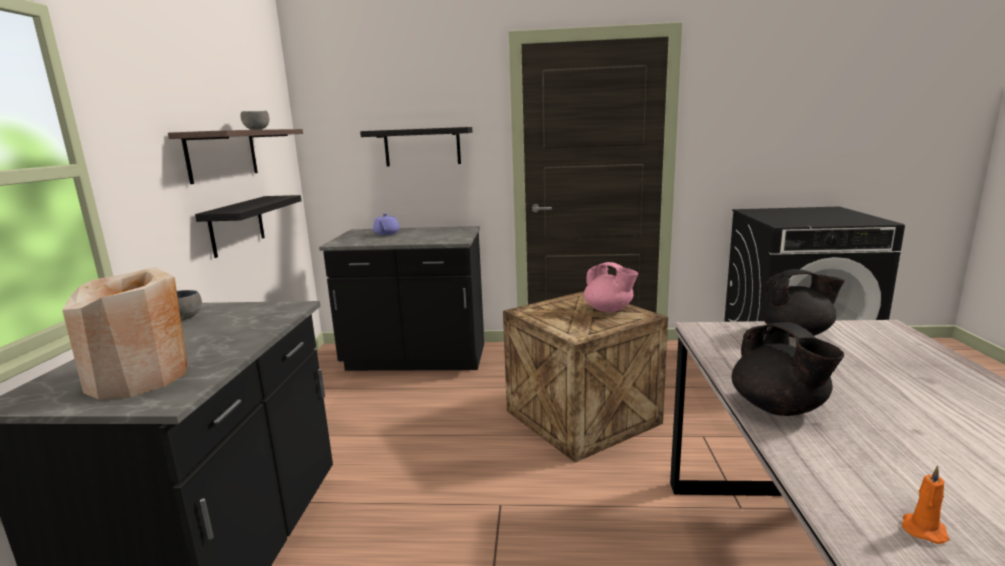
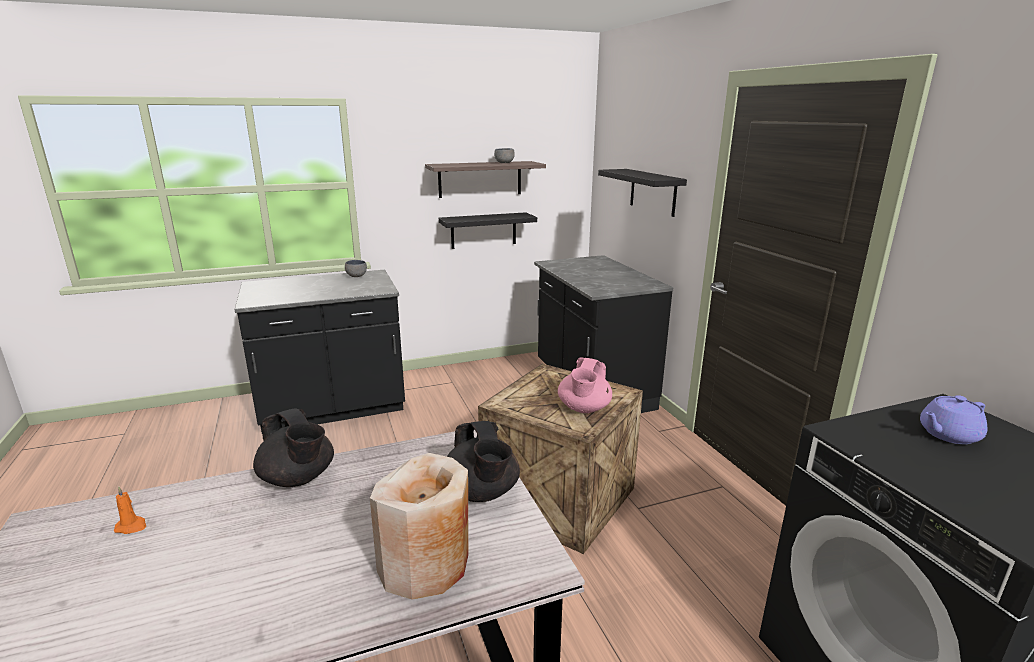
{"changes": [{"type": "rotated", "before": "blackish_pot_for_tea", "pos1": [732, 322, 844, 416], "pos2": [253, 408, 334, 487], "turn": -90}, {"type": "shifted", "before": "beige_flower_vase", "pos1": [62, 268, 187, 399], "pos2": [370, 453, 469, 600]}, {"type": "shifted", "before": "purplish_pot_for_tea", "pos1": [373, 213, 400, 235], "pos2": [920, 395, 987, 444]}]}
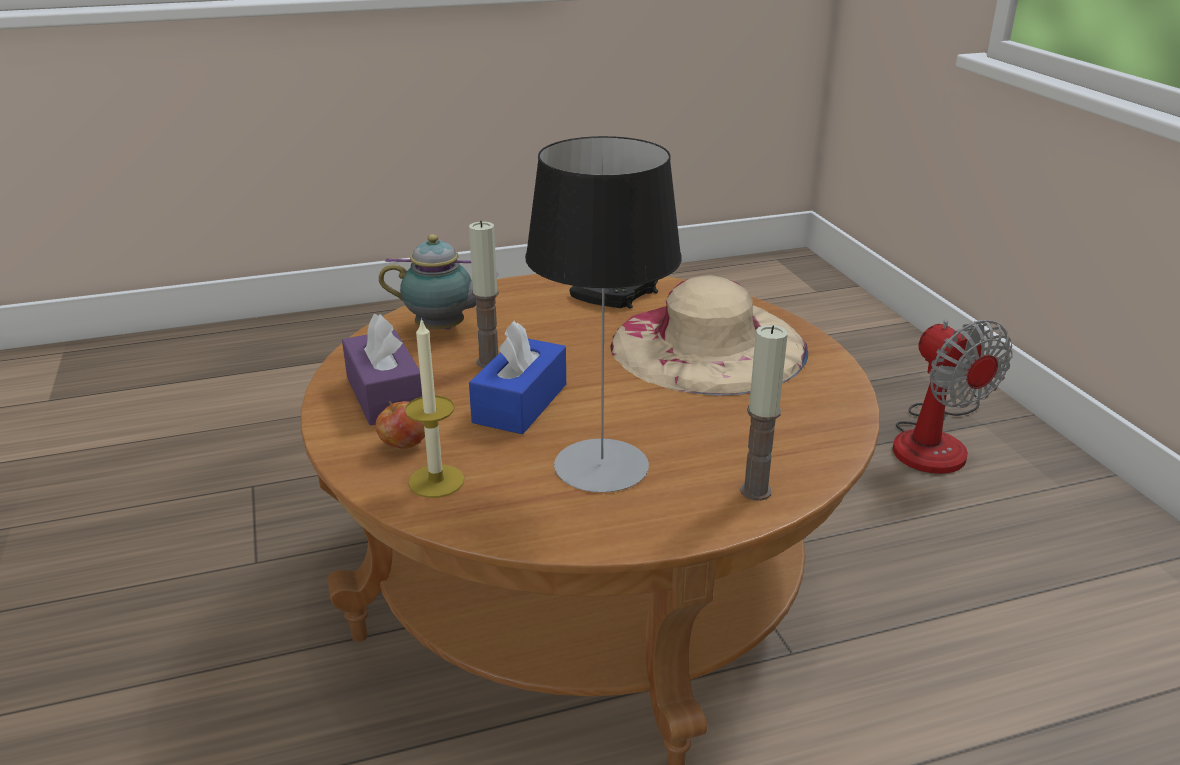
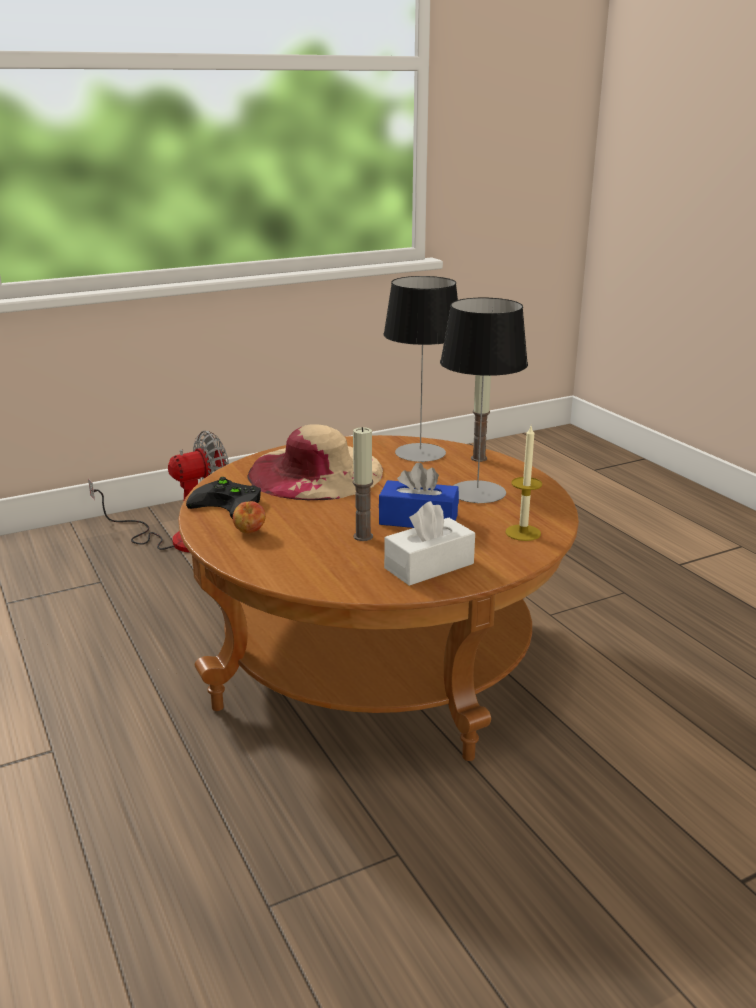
{"changes": [{"type": "shifted", "before": "whole_apple", "pos1": [376, 401, 425, 449], "pos2": [233, 501, 266, 534]}, {"type": "new", "after": "lamp_for_a_table", "pos2": [383, 276, 458, 462]}, {"type": "repainted", "before": "purplish_tissue_holder", "after": "whitish_tissue_holder", "pos1": [342, 314, 422, 426], "pos2": [384, 501, 475, 586]}, {"type": "gone", "before": "pot_for_tea", "pos1": [379, 234, 499, 330]}]}
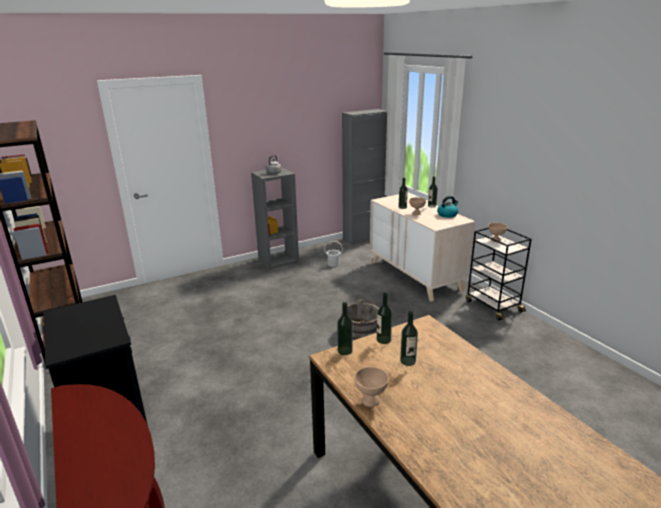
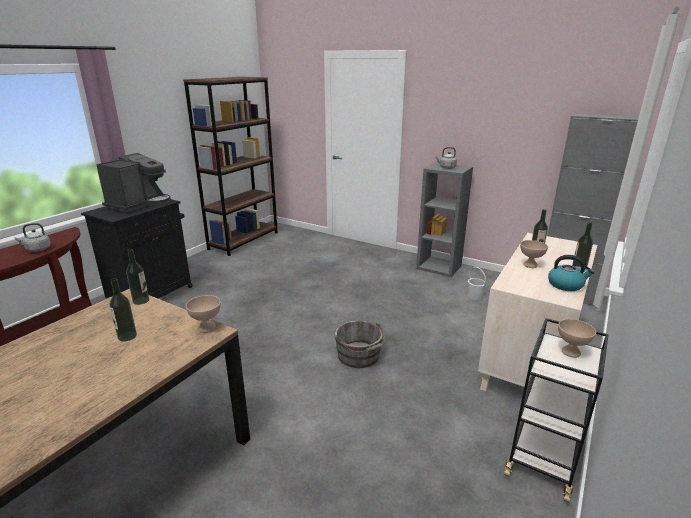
{"changes": [{"type": "new", "after": "grey_kettle", "pos2": [14, 223, 51, 252]}, {"type": "new", "after": "coffee_brewer", "pos2": [96, 153, 171, 212]}, {"type": "shifted", "before": "beige_serving_bowl", "pos1": [354, 367, 389, 407], "pos2": [186, 295, 221, 333]}, {"type": "gone", "before": "bottle", "pos1": [377, 292, 392, 344]}]}
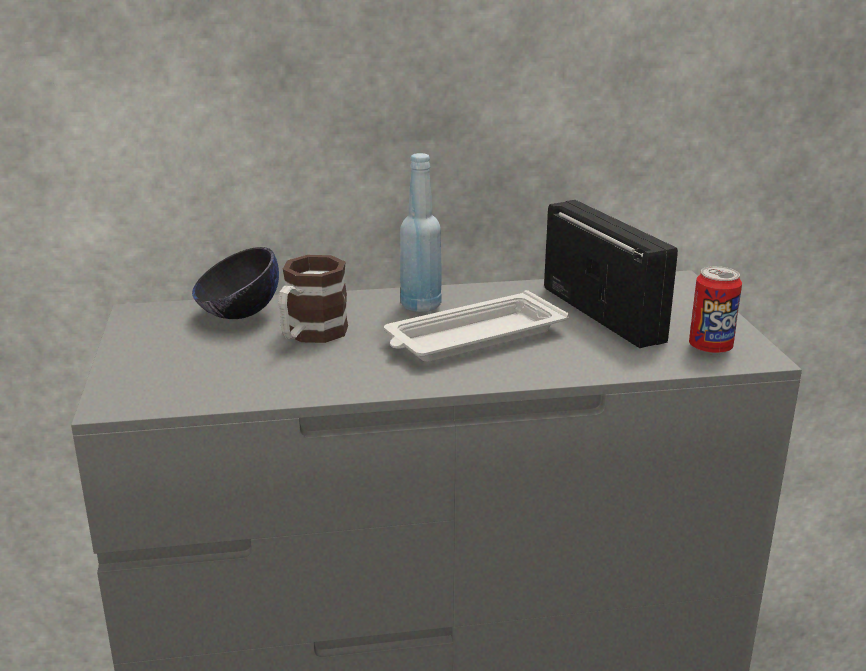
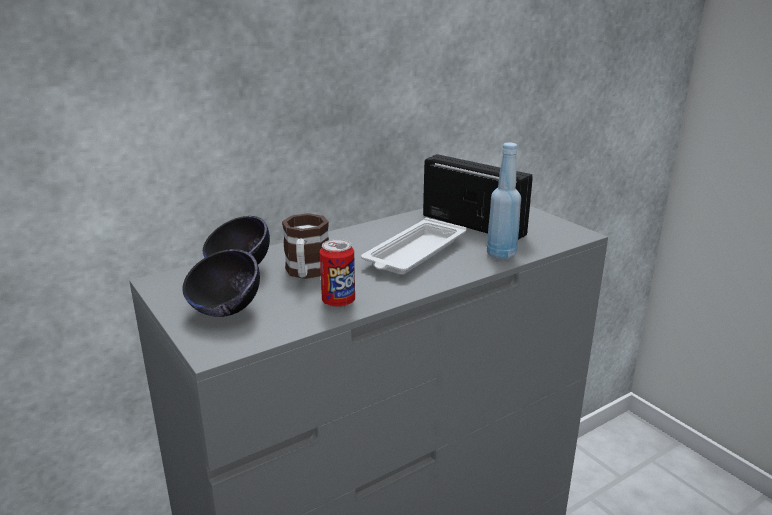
{"changes": [{"type": "new", "after": "blackish_serving_bowl", "pos2": [183, 249, 260, 317]}, {"type": "shifted", "before": "can", "pos1": [689, 266, 742, 355], "pos2": [320, 239, 355, 308]}, {"type": "shifted", "before": "blue-coloured_bottle", "pos1": [400, 153, 442, 312], "pos2": [487, 143, 521, 259]}]}
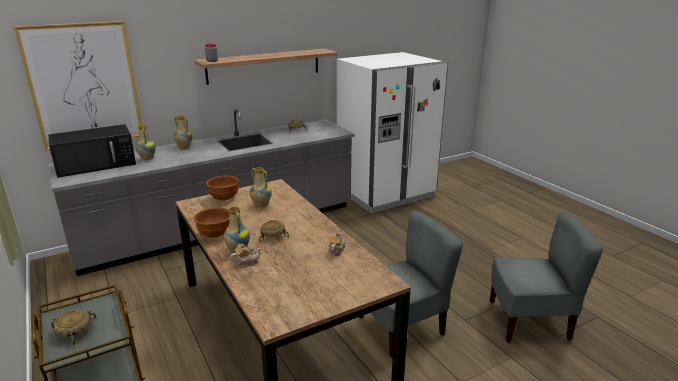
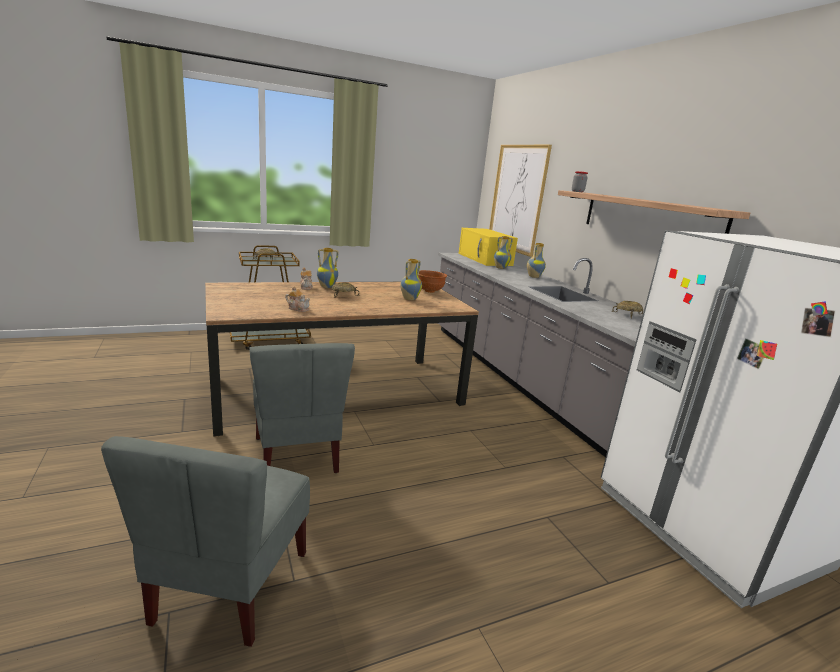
{"changes": [{"type": "repainted", "before": "blackish_kitchen_microwave", "after": "yellowish_kitchen_microwave", "pos1": [48, 124, 136, 178], "pos2": [459, 228, 518, 266]}, {"type": "gone", "before": "brown-coloured_serving_bowl", "pos1": [194, 207, 229, 238]}]}
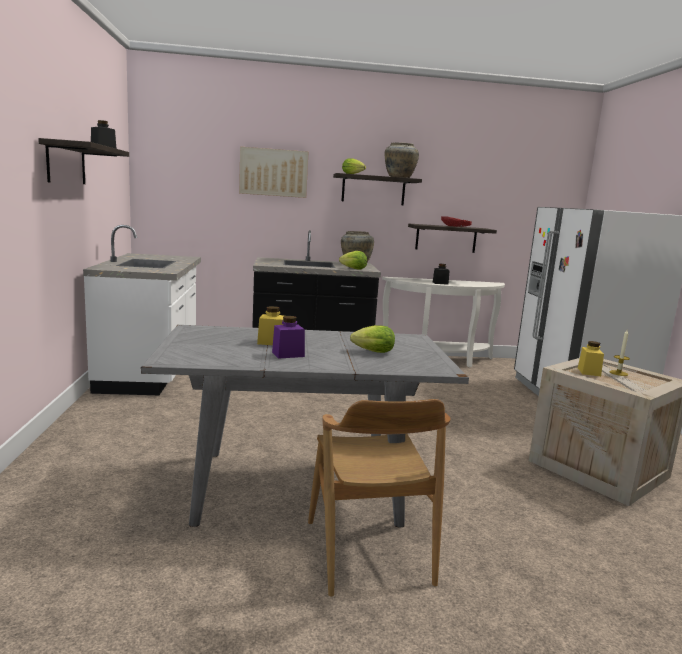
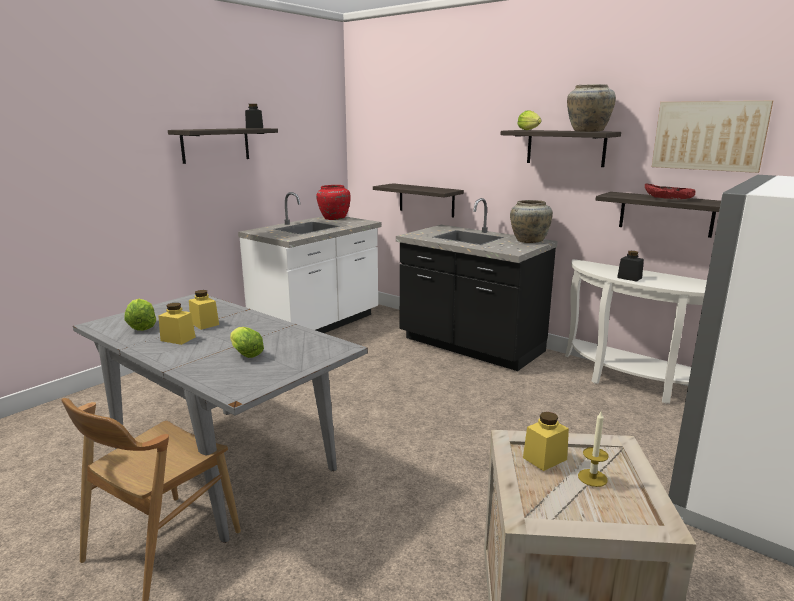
{"changes": [{"type": "shifted", "before": "lettuce_head", "pos1": [339, 251, 367, 270], "pos2": [124, 299, 156, 331]}, {"type": "repainted", "before": "purplish_jar", "after": "yellowish_jar", "pos1": [272, 316, 305, 359], "pos2": [158, 303, 195, 345]}, {"type": "new", "after": "red_flower_vase", "pos2": [316, 185, 351, 220]}, {"type": "new", "after": "wall_shelf", "pos2": [373, 183, 464, 218]}, {"type": "shifted", "before": "wall_picture", "pos1": [239, 147, 308, 198], "pos2": [652, 101, 773, 173]}]}
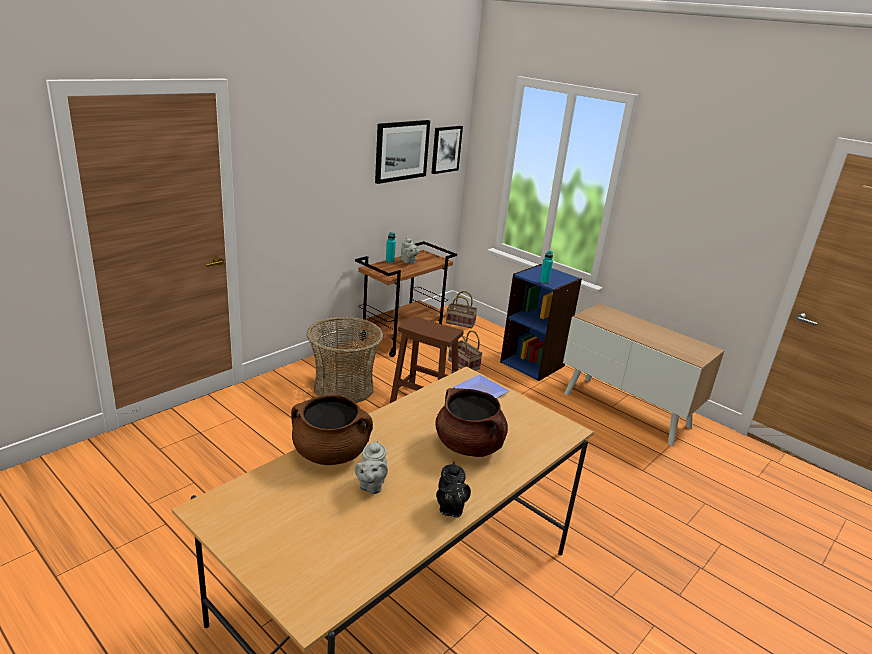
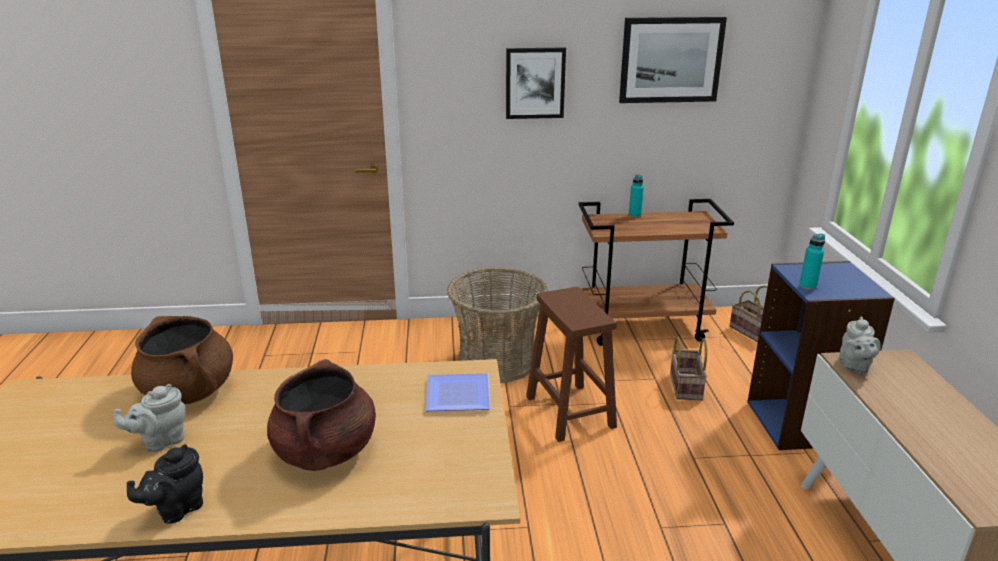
{"changes": [{"type": "shifted", "before": "wall_picture", "pos1": [431, 126, 463, 174], "pos2": [506, 47, 566, 119]}, {"type": "shifted", "before": "grey_pot_for_tea", "pos1": [401, 238, 419, 264], "pos2": [839, 317, 880, 374]}]}
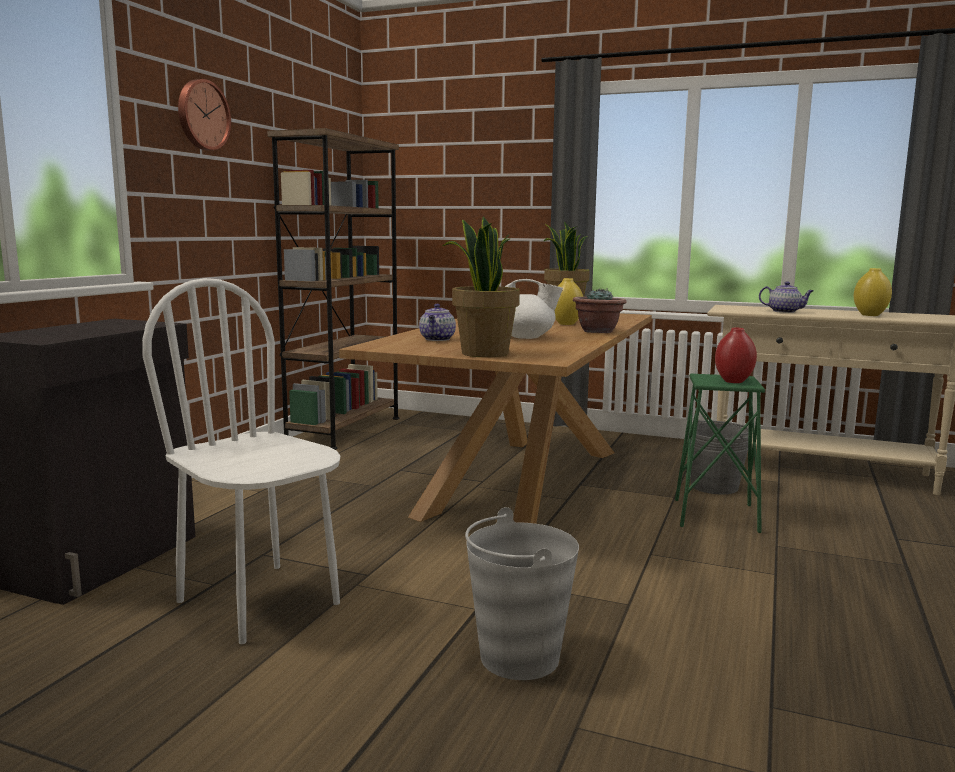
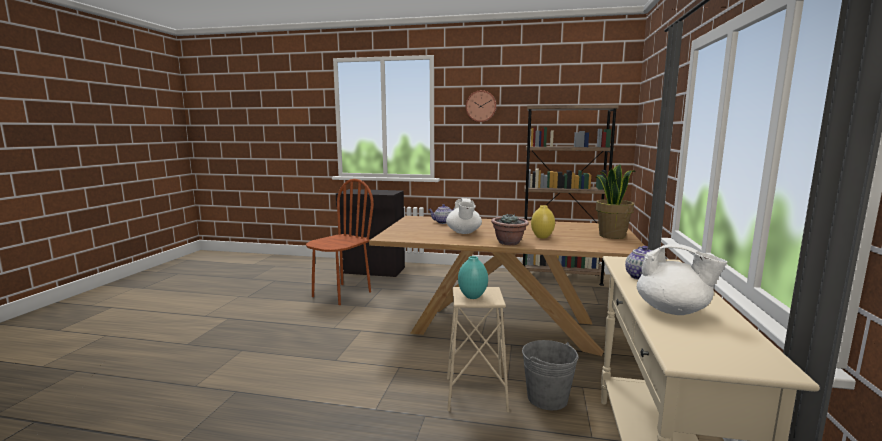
{"changes": [{"type": "repainted", "before": "whitish_plain_chair", "after": "brown-coloured_plain_chair", "pos1": [142, 278, 341, 644], "pos2": [306, 179, 374, 305]}, {"type": "repainted", "before": "green_sitting_stool", "after": "beige_sitting_stool", "pos1": [675, 374, 765, 533], "pos2": [447, 287, 509, 412]}, {"type": "repainted", "before": "red_flower_vase", "after": "blue-green_flower_vase", "pos1": [715, 328, 757, 383], "pos2": [458, 256, 488, 299]}, {"type": "swapped", "before": "yellowish_flower_vase", "after": "whitish_pot_for_tea", "pos1": [854, 268, 892, 316], "pos2": [637, 244, 727, 315]}, {"type": "gone", "before": "potted_plant", "pos1": [443, 216, 520, 357]}, {"type": "gone", "before": "grey_bucket", "pos1": [465, 507, 579, 680]}]}
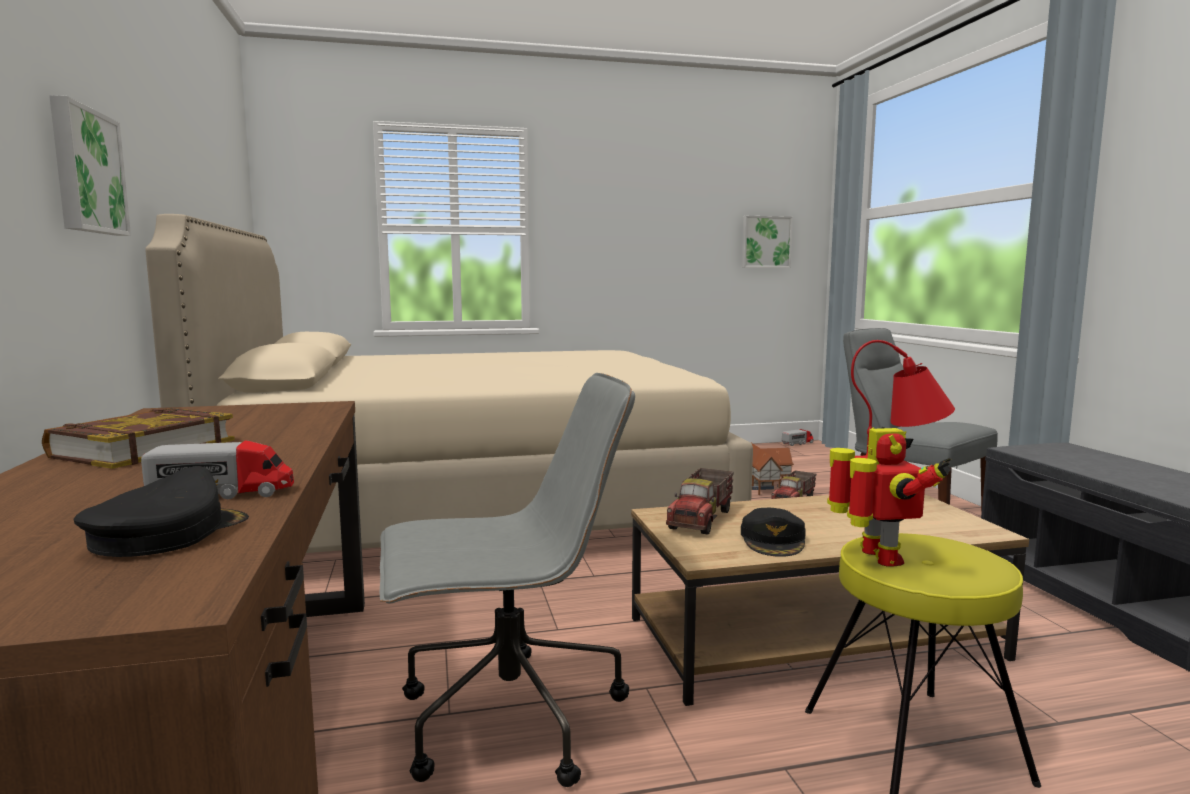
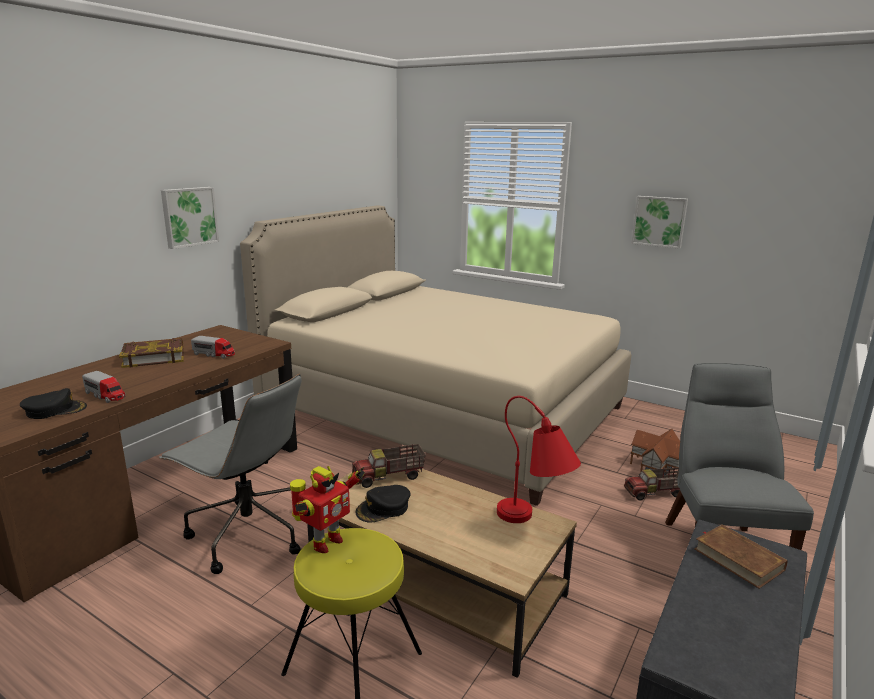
{"changes": [{"type": "shifted", "before": "toy_lorry", "pos1": [782, 429, 813, 446], "pos2": [191, 336, 235, 359]}, {"type": "shifted", "before": "wall_picture", "pos1": [742, 216, 793, 268], "pos2": [631, 196, 688, 249]}, {"type": "new", "after": "brown-coloured_book", "pos2": [695, 524, 788, 589]}]}
